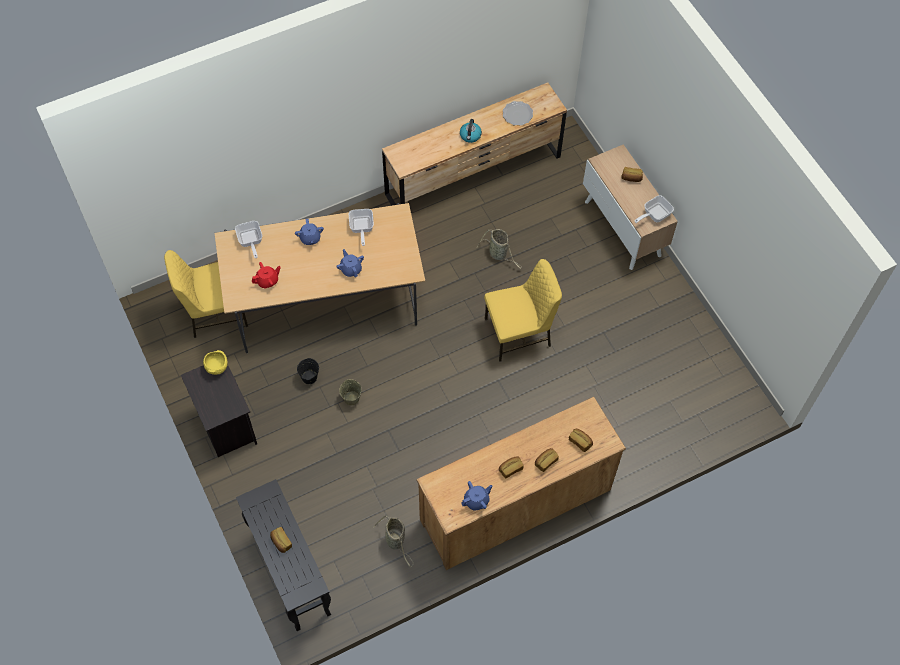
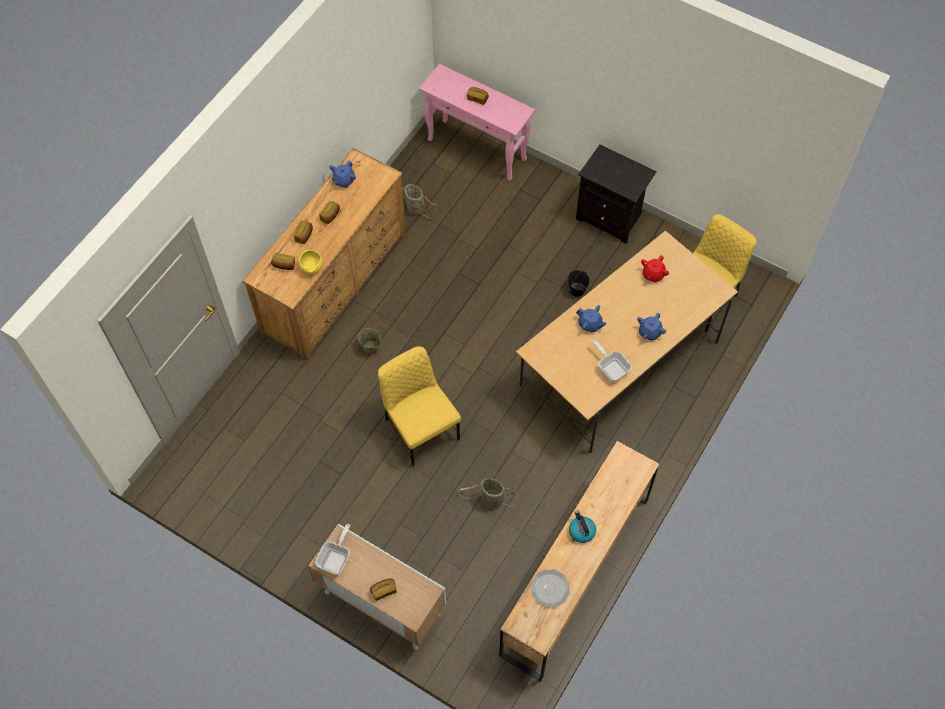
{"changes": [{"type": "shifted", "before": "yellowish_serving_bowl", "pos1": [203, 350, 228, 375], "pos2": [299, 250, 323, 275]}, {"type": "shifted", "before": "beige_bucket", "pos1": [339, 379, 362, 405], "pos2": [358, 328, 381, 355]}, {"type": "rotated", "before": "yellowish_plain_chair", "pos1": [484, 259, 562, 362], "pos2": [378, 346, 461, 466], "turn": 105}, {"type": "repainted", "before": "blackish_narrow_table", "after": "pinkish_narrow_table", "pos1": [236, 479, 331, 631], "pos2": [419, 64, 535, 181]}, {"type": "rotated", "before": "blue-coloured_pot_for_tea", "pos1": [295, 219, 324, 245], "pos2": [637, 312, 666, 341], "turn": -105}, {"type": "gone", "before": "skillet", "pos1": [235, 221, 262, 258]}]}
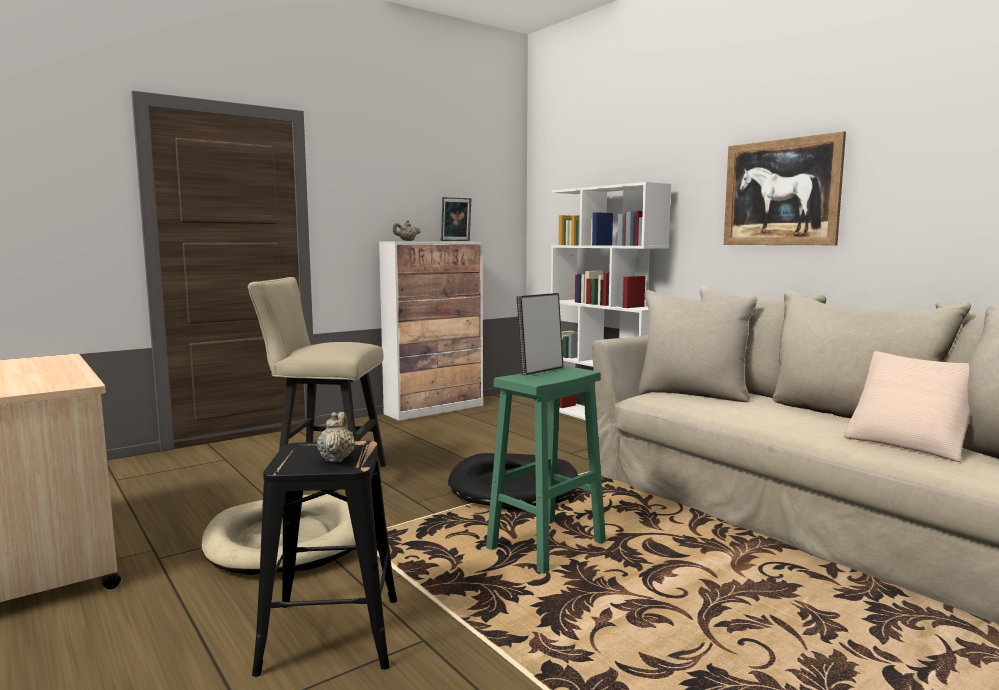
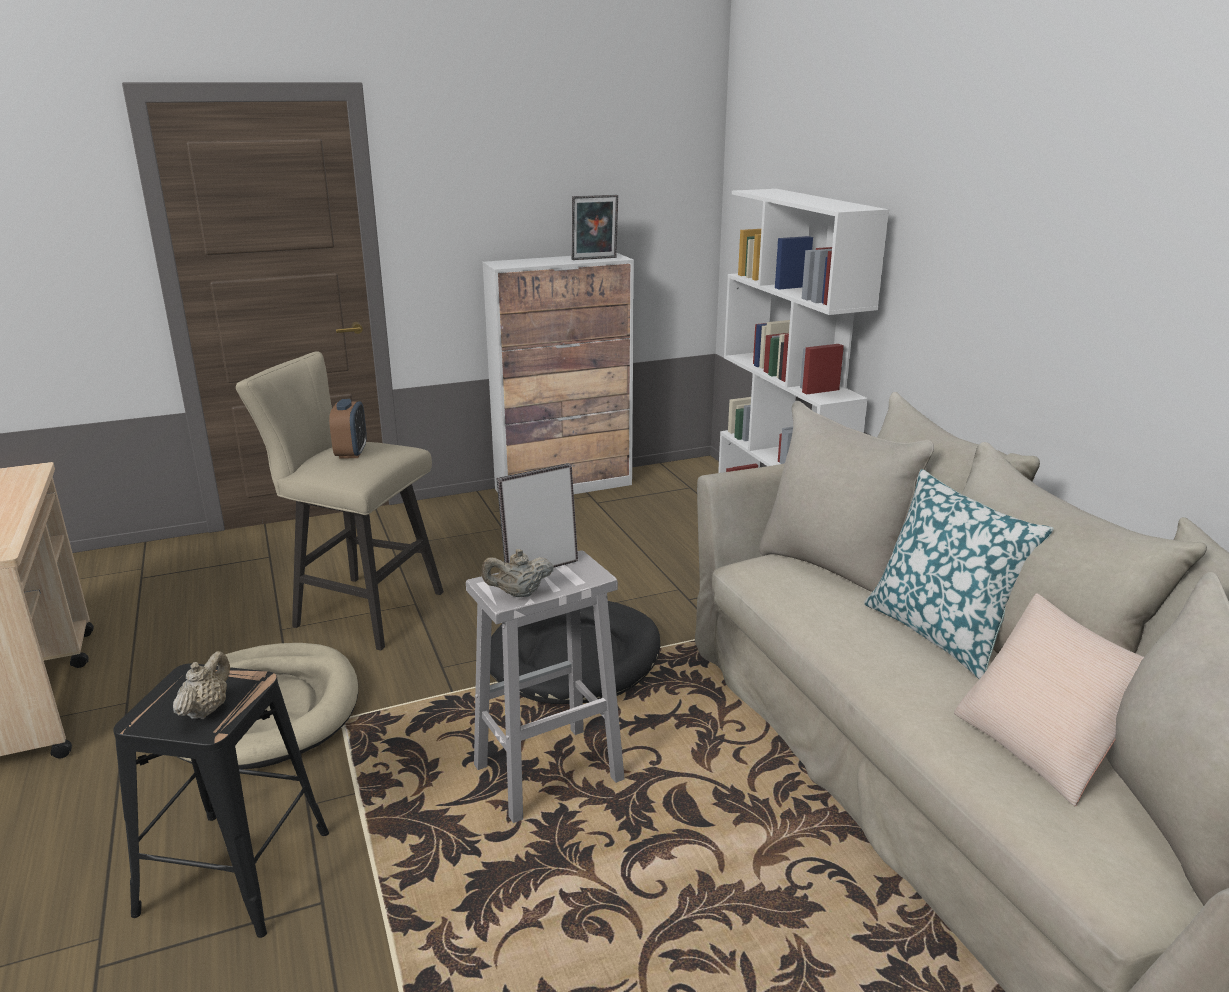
{"changes": [{"type": "new", "after": "table_clock", "pos2": [329, 399, 367, 459]}, {"type": "repainted", "before": "green_sitting_stool", "after": "whitish_sitting_stool", "pos1": [486, 366, 606, 574], "pos2": [466, 550, 625, 823]}, {"type": "shifted", "before": "beige_pot_for_tea", "pos1": [393, 220, 421, 241], "pos2": [482, 549, 554, 597]}, {"type": "new", "after": "pillow", "pos2": [864, 469, 1053, 679]}, {"type": "gone", "before": "wall_picture", "pos1": [724, 131, 846, 245]}]}
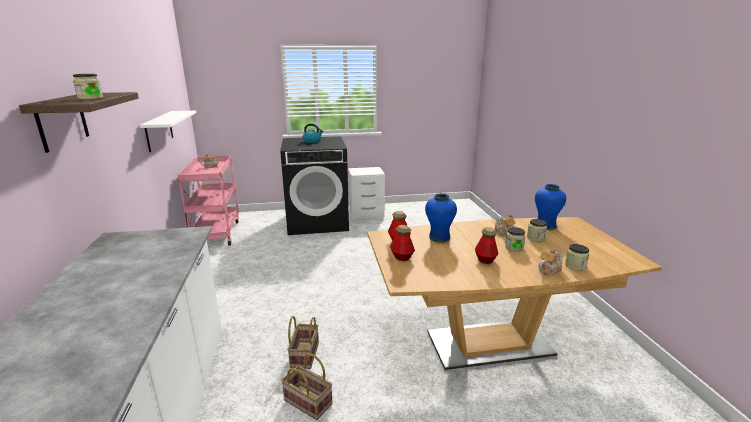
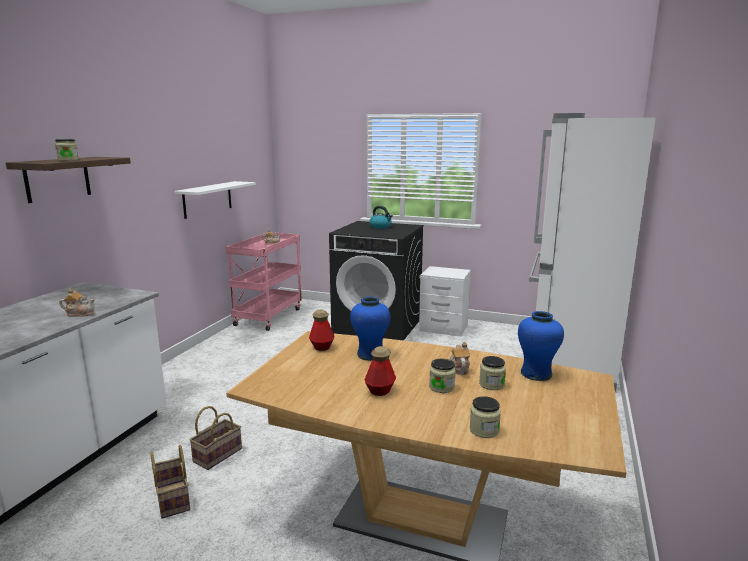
{"changes": [{"type": "shifted", "before": "pot_for_tea", "pos1": [538, 249, 564, 276], "pos2": [59, 289, 95, 317]}, {"type": "new", "after": "whitish_kitchen_fridge", "pos2": [529, 113, 655, 392]}, {"type": "gone", "before": "bottle", "pos1": [390, 225, 415, 261]}]}
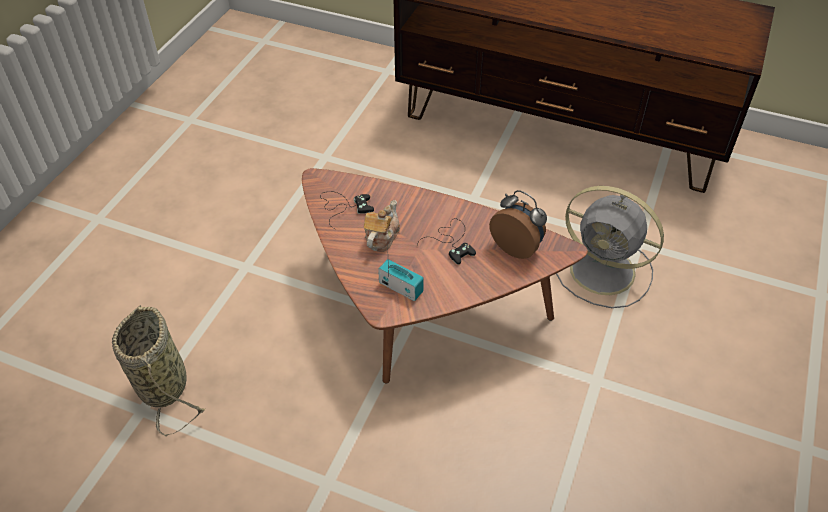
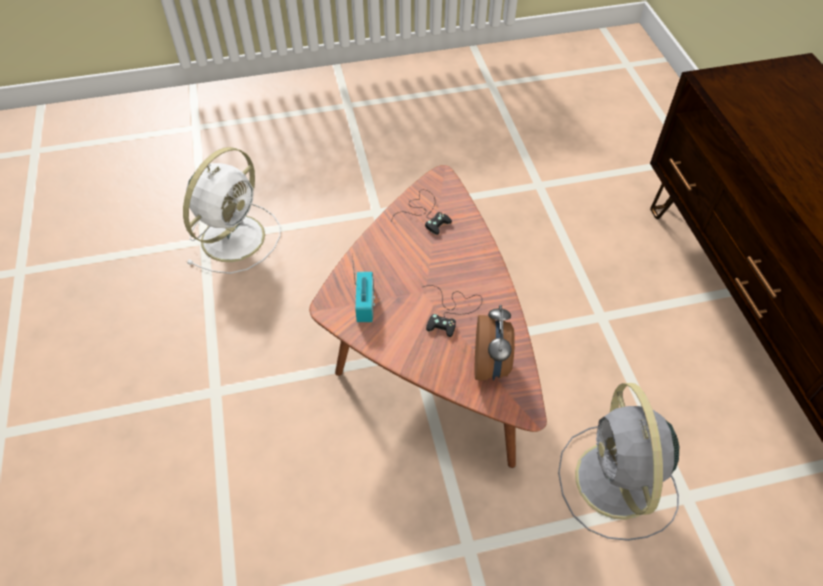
{"changes": [{"type": "swapped", "before": "basket", "after": "whitish_fan", "pos1": [112, 305, 206, 436], "pos2": [183, 147, 281, 274]}, {"type": "gone", "before": "pot_for_tea", "pos1": [364, 200, 400, 252]}]}
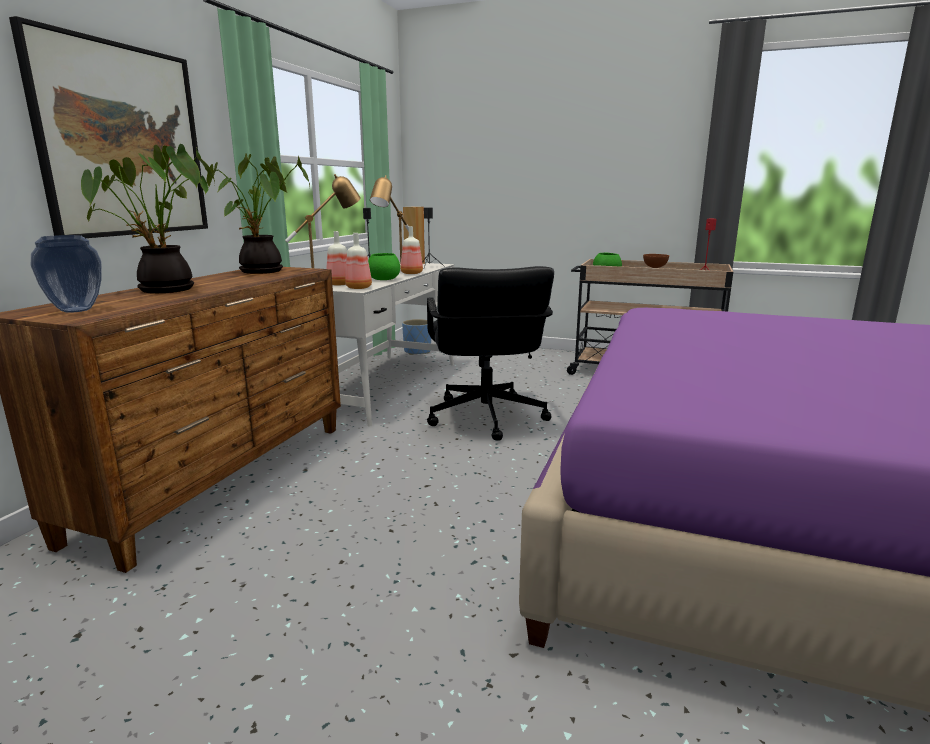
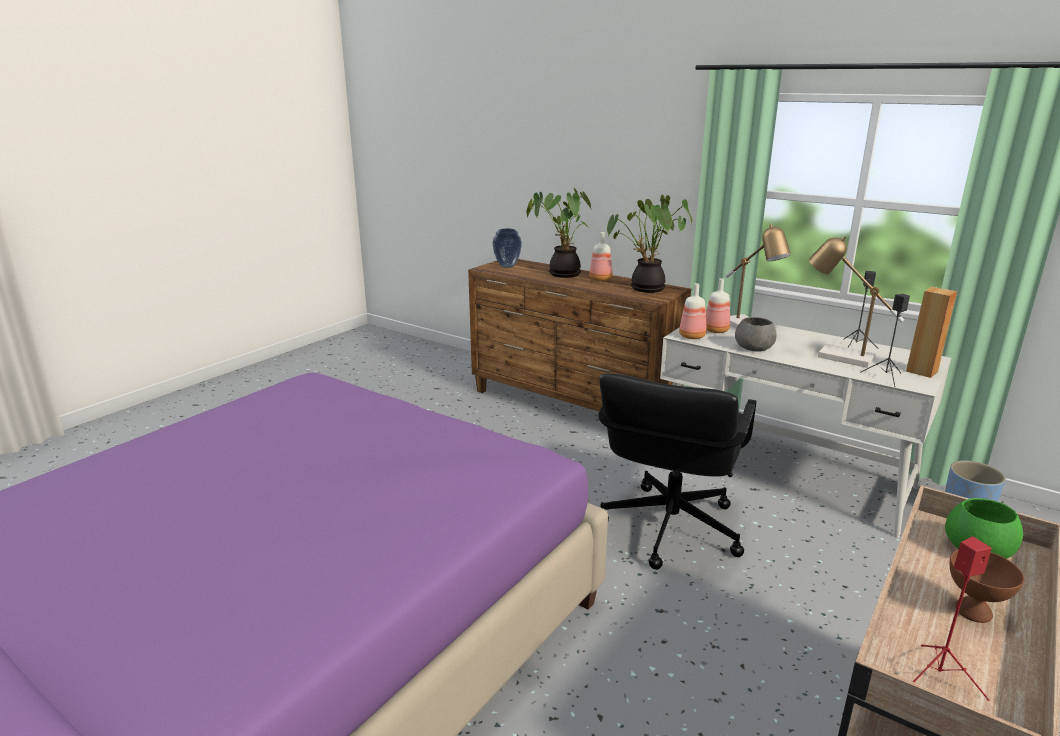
{"changes": [{"type": "shifted", "before": "bottle", "pos1": [400, 226, 423, 274], "pos2": [589, 232, 613, 281]}, {"type": "rotated", "before": "blackish_office_chair", "pos1": [427, 266, 554, 441], "pos2": [598, 373, 756, 570], "turn": -75}, {"type": "repainted", "before": "green_serving_bowl", "after": "grey_serving_bowl", "pos1": [368, 253, 400, 280], "pos2": [735, 317, 776, 352]}, {"type": "gone", "before": "wall_picture", "pos1": [9, 16, 208, 238]}]}
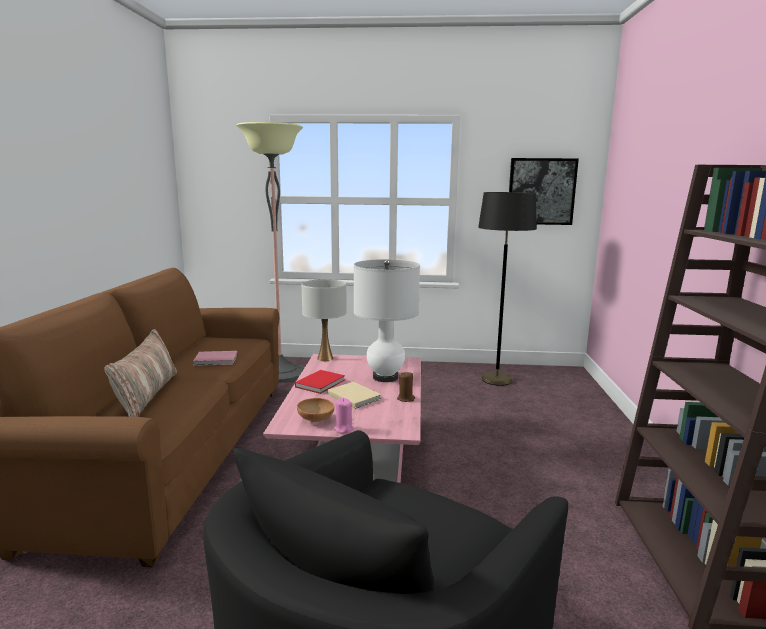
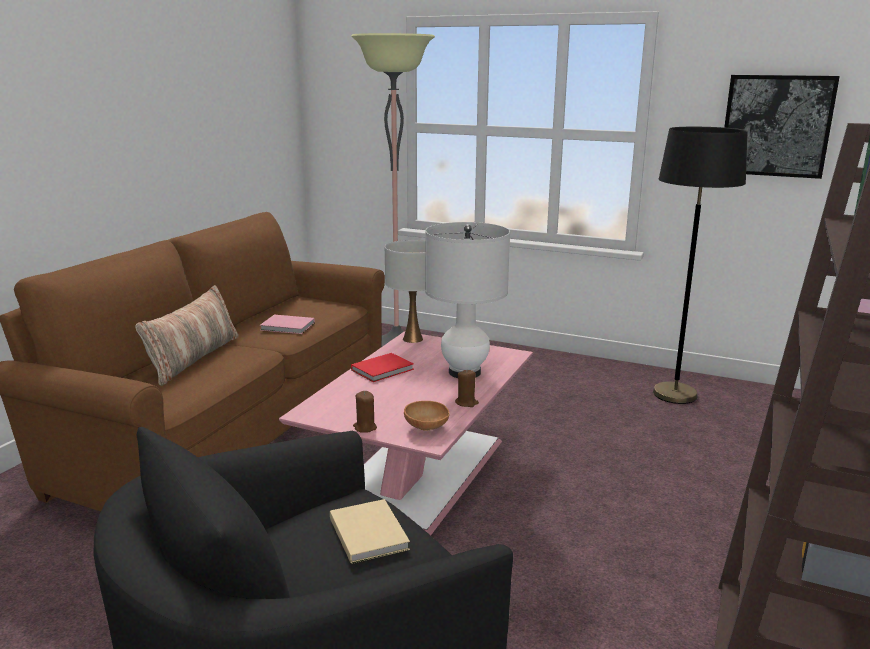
{"changes": [{"type": "shifted", "before": "beige_book", "pos1": [328, 382, 381, 409], "pos2": [330, 499, 410, 564]}, {"type": "repainted", "before": "pinkish_wax_light", "after": "brown-coloured_wax_light", "pos1": [333, 398, 354, 434], "pos2": [353, 391, 377, 433]}, {"type": "shifted", "before": "brown-coloured_serving_bowl", "pos1": [297, 398, 334, 422], "pos2": [404, 401, 450, 431]}]}
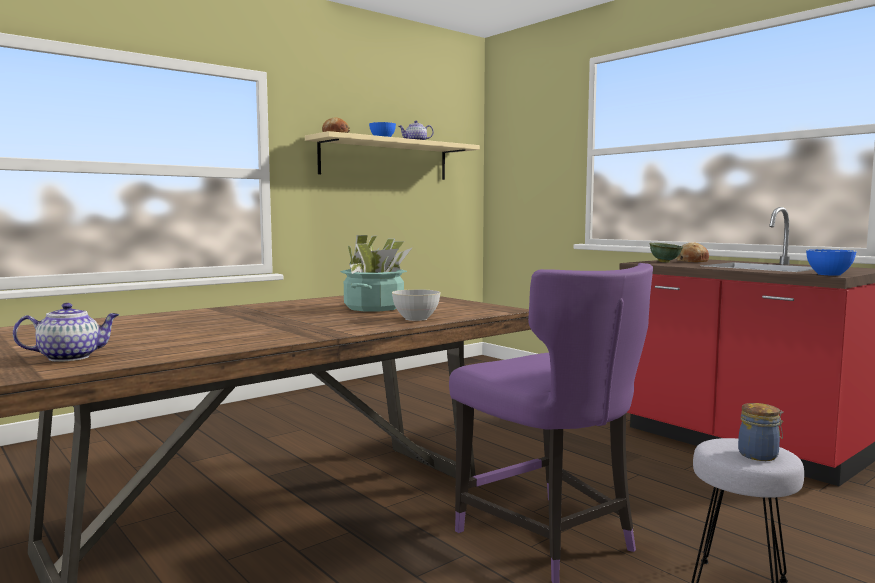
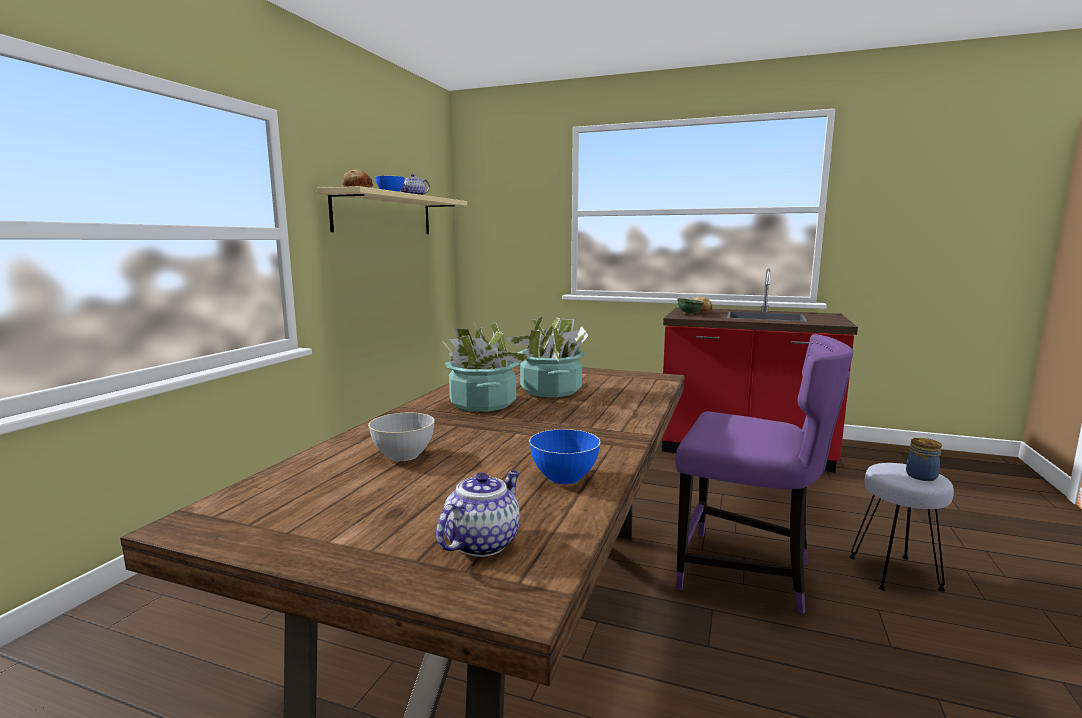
{"changes": [{"type": "shifted", "before": "grey_serving_bowl", "pos1": [392, 289, 441, 321], "pos2": [368, 413, 435, 461]}, {"type": "new", "after": "potted_plant", "pos2": [443, 322, 534, 412]}, {"type": "shifted", "before": "blue-coloured_serving_bowl", "pos1": [806, 249, 857, 276], "pos2": [529, 429, 601, 484]}]}
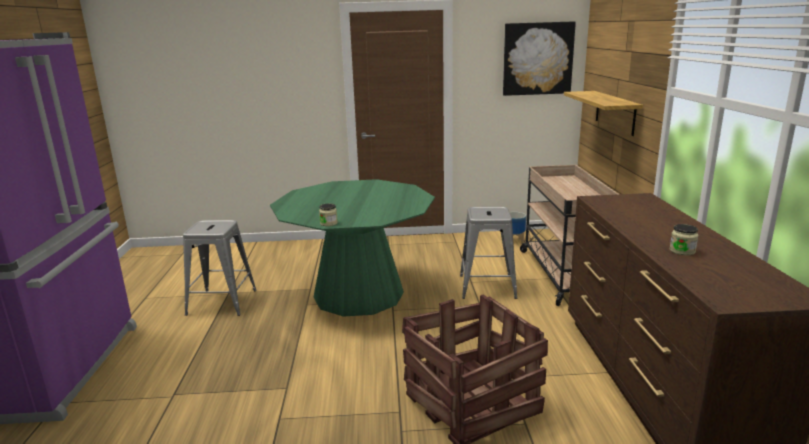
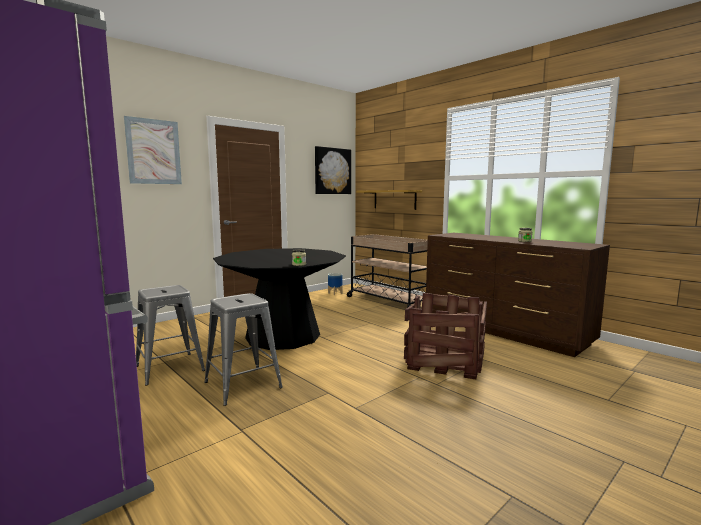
{"changes": [{"type": "new", "after": "wall_picture", "pos2": [124, 116, 182, 184]}, {"type": "shifted", "before": "grey_sitting_stool", "pos1": [460, 207, 517, 299], "pos2": [204, 293, 283, 406]}, {"type": "repainted", "before": "green_kitchen_table", "after": "blackish_kitchen_table", "pos1": [270, 179, 435, 317], "pos2": [213, 248, 346, 350]}]}
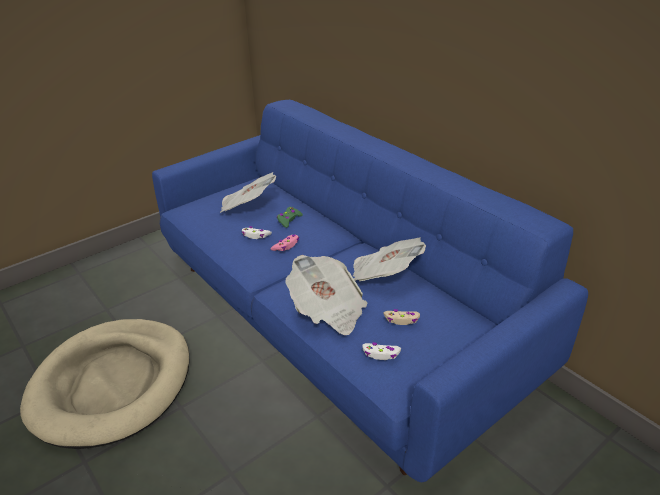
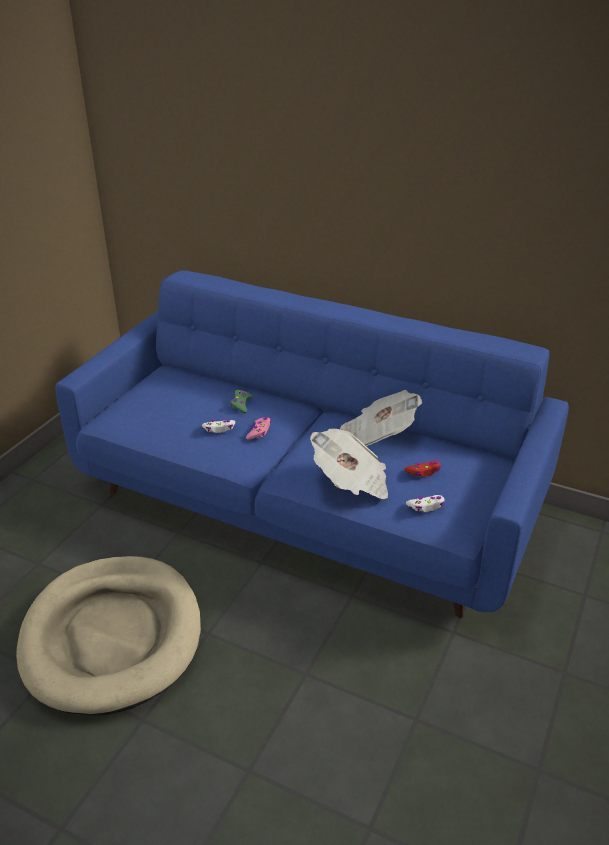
{"changes": [{"type": "repainted", "before": "beige_gamepad", "after": "red_gamepad", "pos1": [384, 309, 420, 325], "pos2": [404, 461, 441, 477]}, {"type": "gone", "before": "printed_paper", "pos1": [220, 172, 276, 213]}]}
